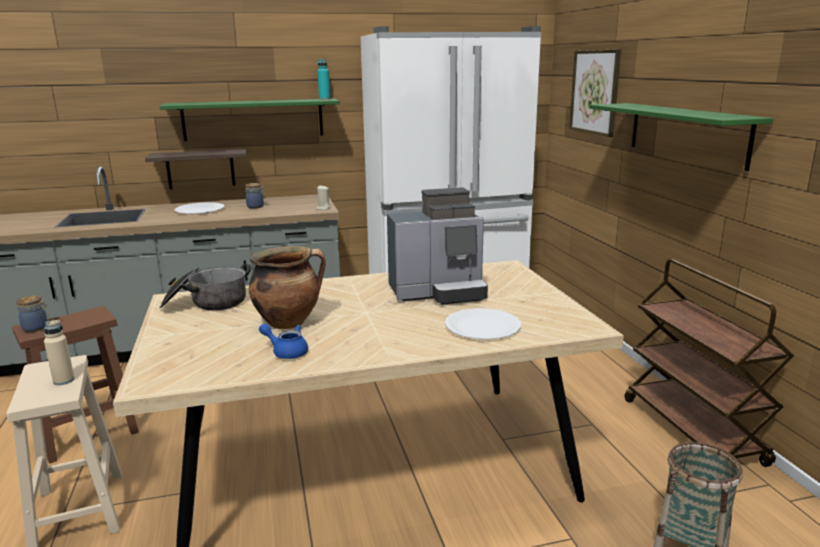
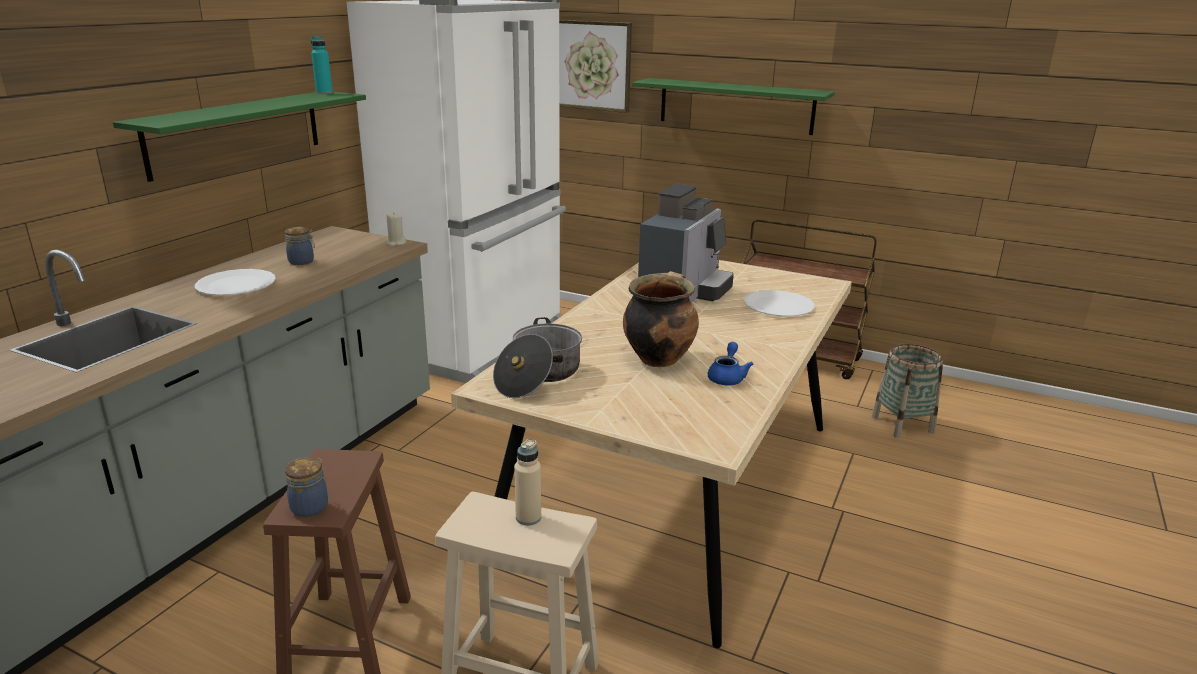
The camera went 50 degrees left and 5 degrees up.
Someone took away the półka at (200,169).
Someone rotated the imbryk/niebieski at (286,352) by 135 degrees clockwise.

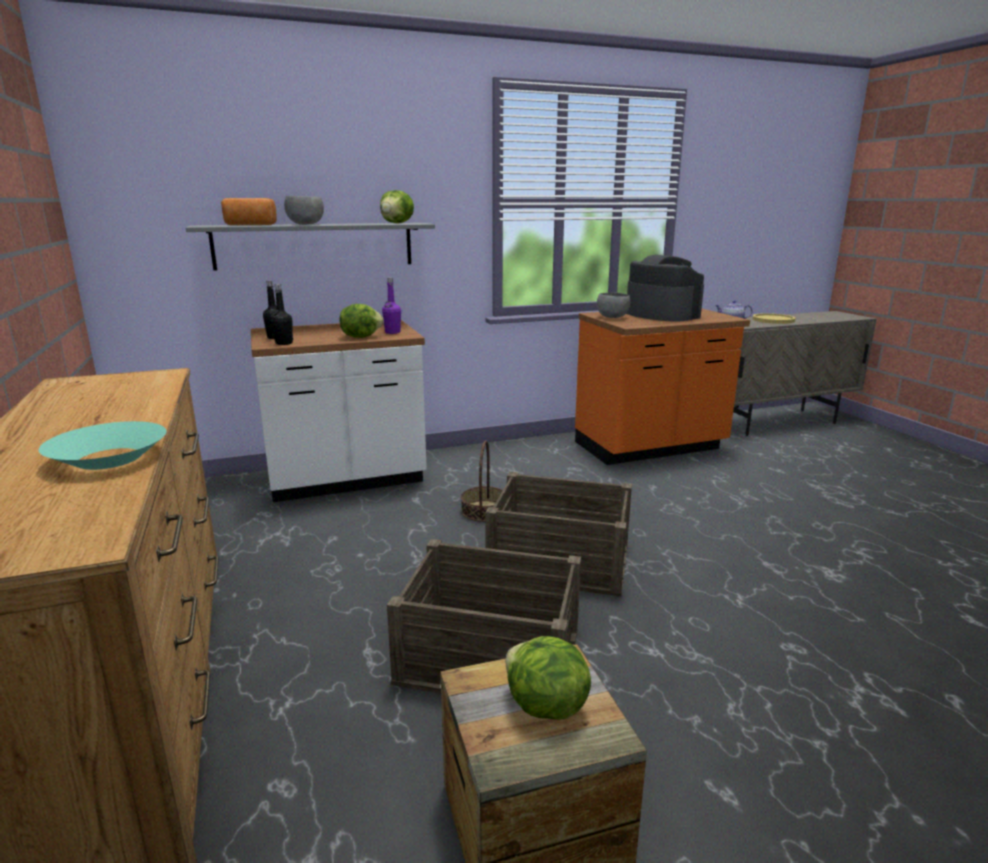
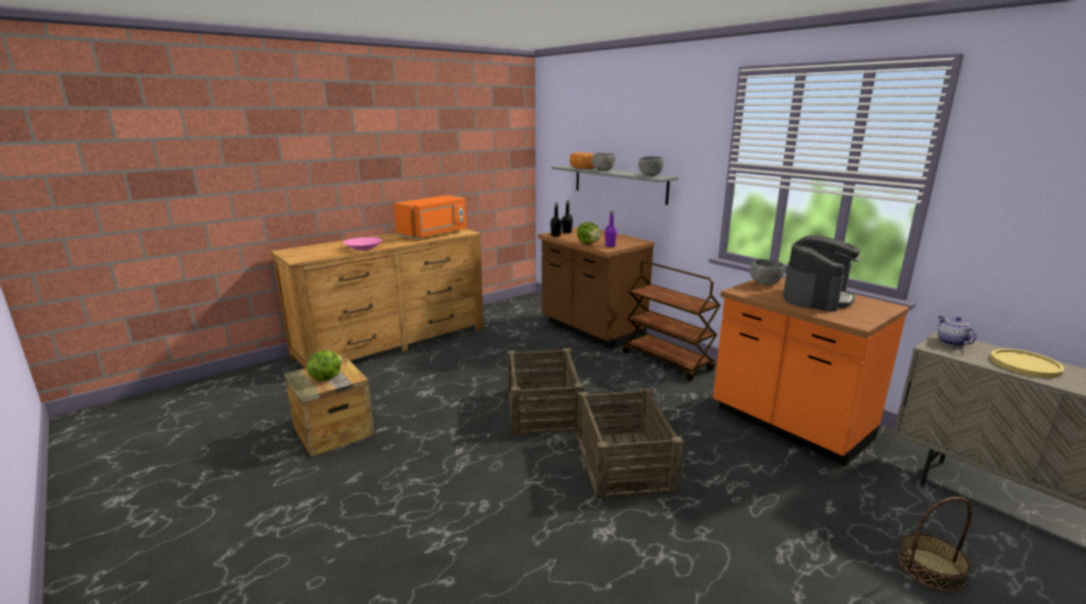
The camera went 70 degrees right and 0 degrees up.
Someone repainted the miska/turkusowy at (109,458), which became the miska/różowy at (363,248).
Someone repainted the zabudowa kuchenna/biały at (346,480), which became the zabudowa kuchenna/brązowy at (591,330).
Someone swapped the sałata at (397,223) for the miska/szary at (651,175).
Someone carried the skrzynka from (489,654) to (624,461).
Someone carried the koszyk from (484,511) to (930,568).
Someone put down the mikrofalówka/pomarańczowy at (434,233).
Someone put down the wózek/brązowy at (667,361).

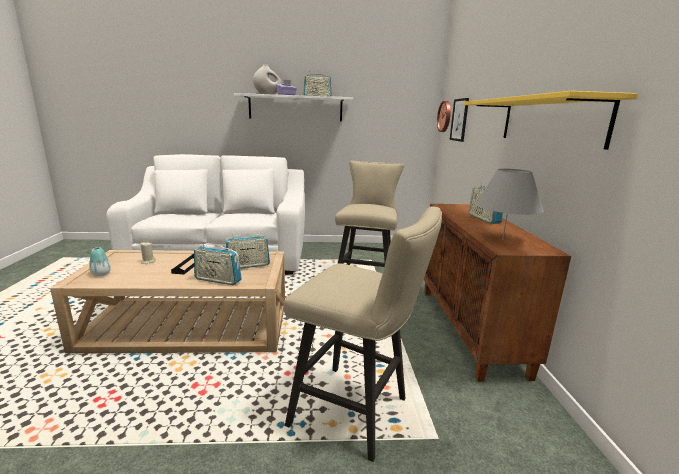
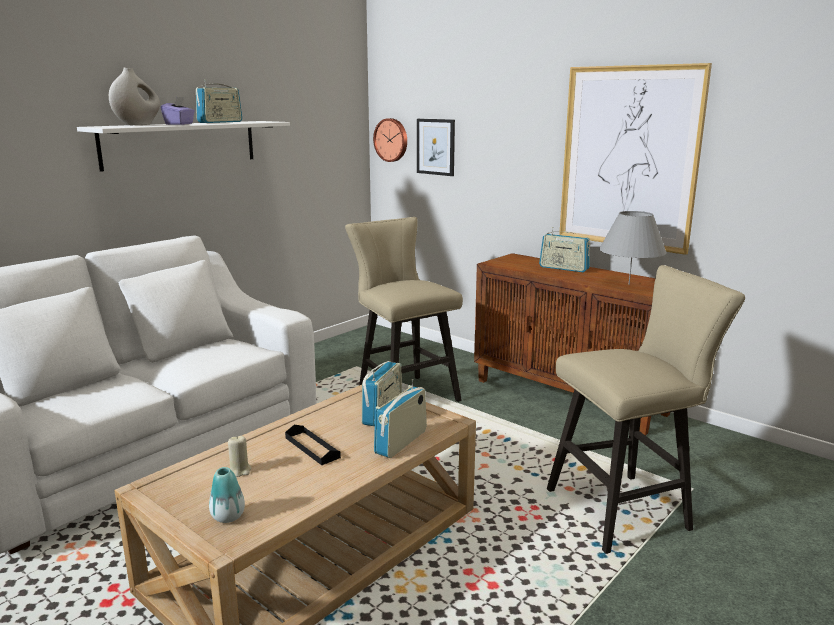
The camera went 45 degrees left and 0 degrees up.
Someone rotated the radio at (218,280) by 150 degrees clockwise.
Someone swapped the półka/żółty at (549,121) for the obraz at (628,158).

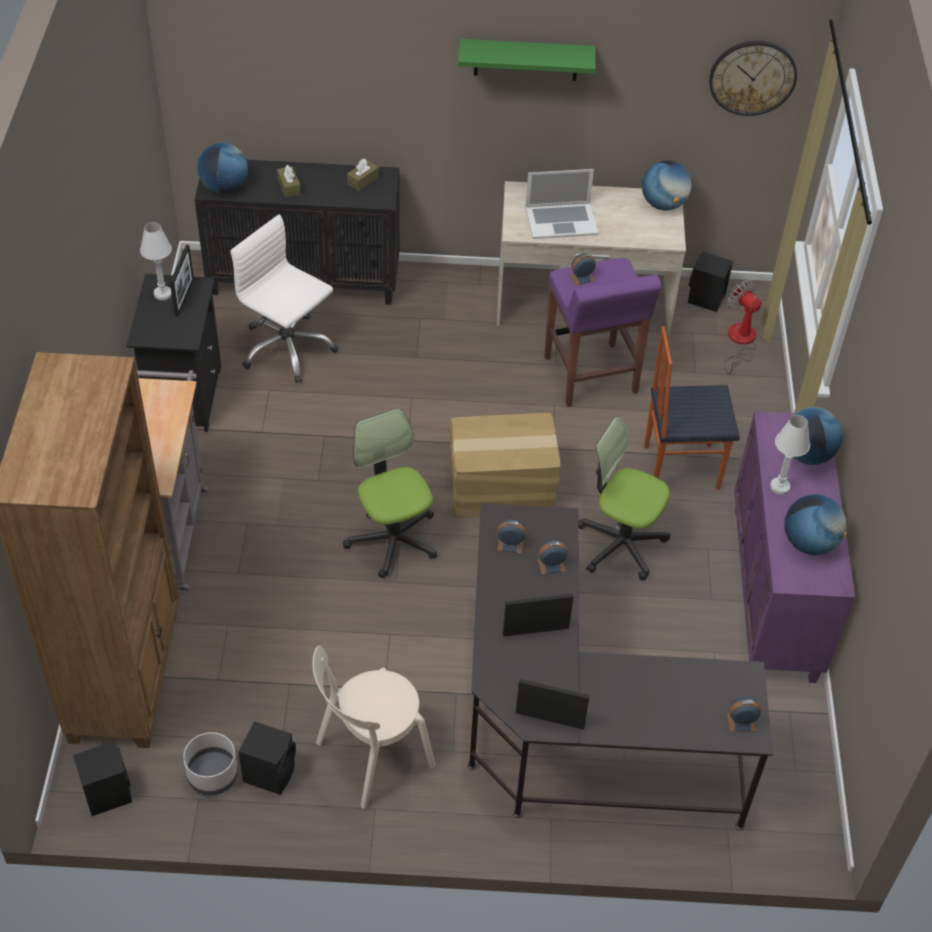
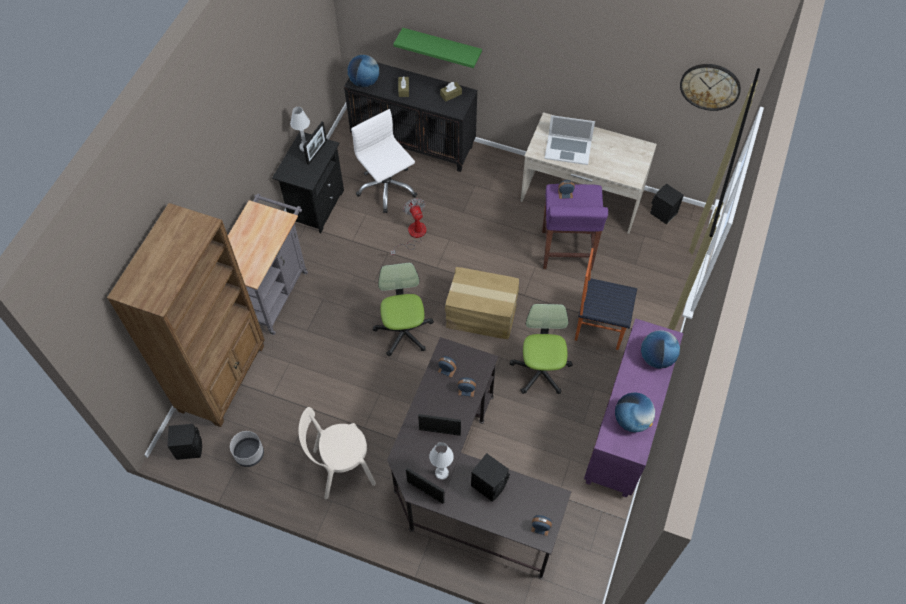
The camera went 20 degrees right and 10 degrees up.
Someone carried the głośnik/czarny from (270,772) to (490,484).
Someone carried the półka/zielony from (526,59) to (442,47).
Someone rotated the krzesło biurowe at (620,544) by 45 degrees clockwise.
Someone took away the globus at (663,204).
Someone carried the wentylator from (740,342) to (413,235).
Someone carried the lampa stołowa/biały from (779,487) to (441,473).

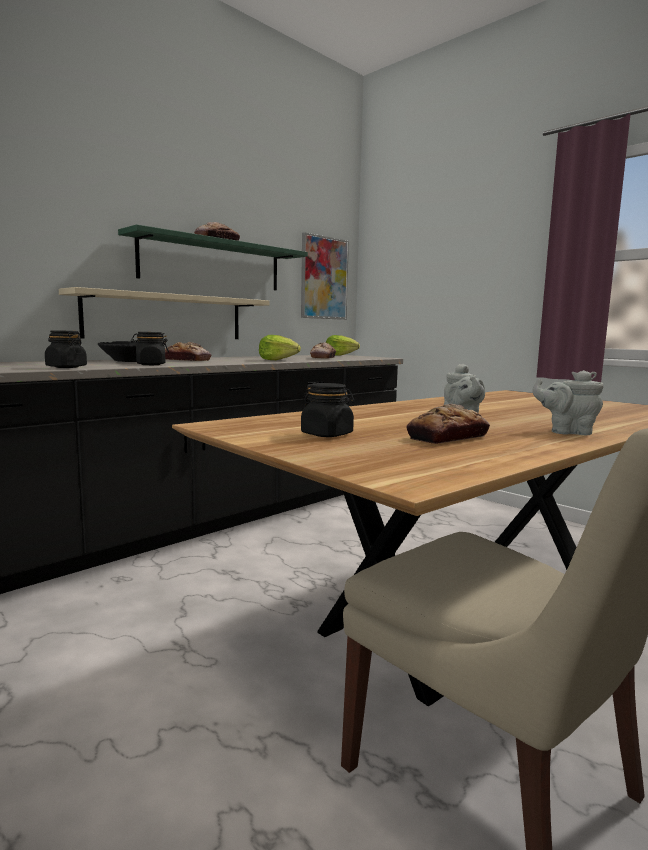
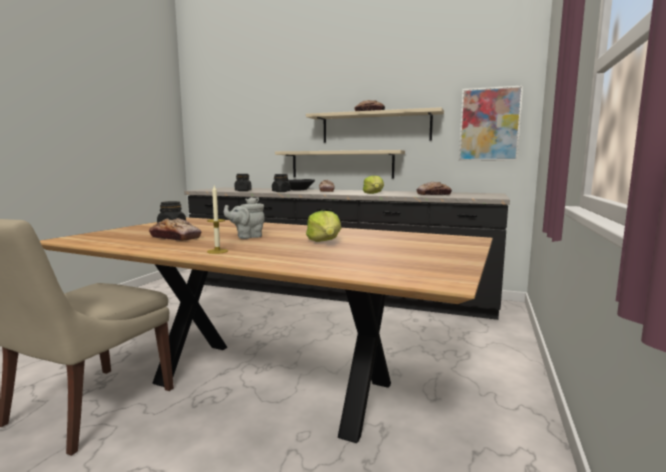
The camera went 65 degrees right and 0 degrees up.
Someone repainted the półka/zielony at (213,264), which became the półka/beżowy at (375,127).
Someone carried the sałata from (340,355) to (325,241).
Someone swapped the imbryk/szary at (567,432) for the świeca at (217,251).

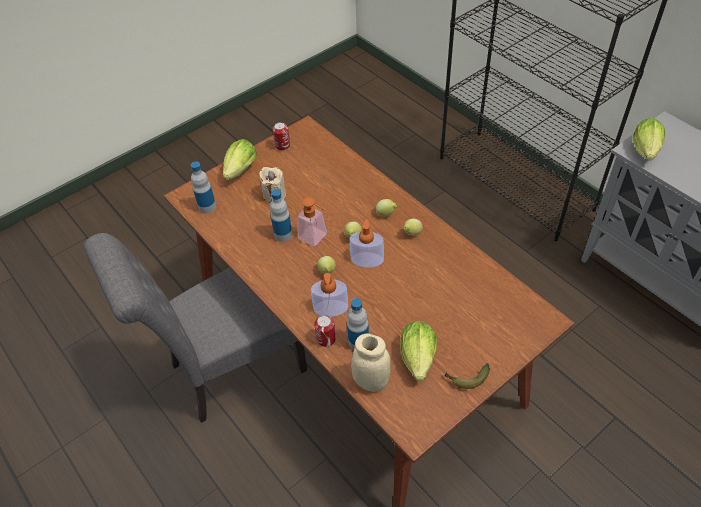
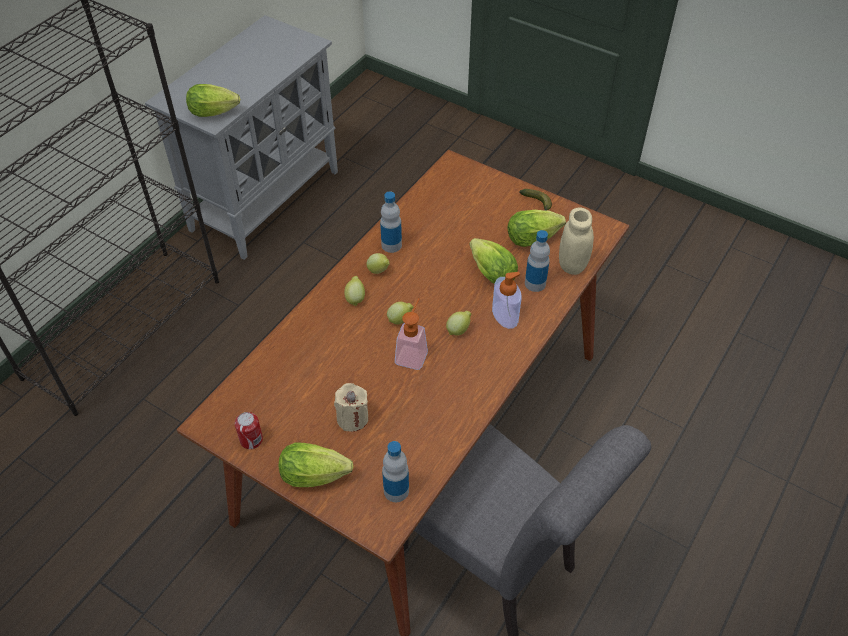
The camera went 110 degrees left and 0 degrees up.
Someone carried the butelka from (283,234) to (391,245).
Someone took away the puszka at (326,339).
Someone took away the dozownik mydła at (367,260).
Someone put down the sałata at (489,272).

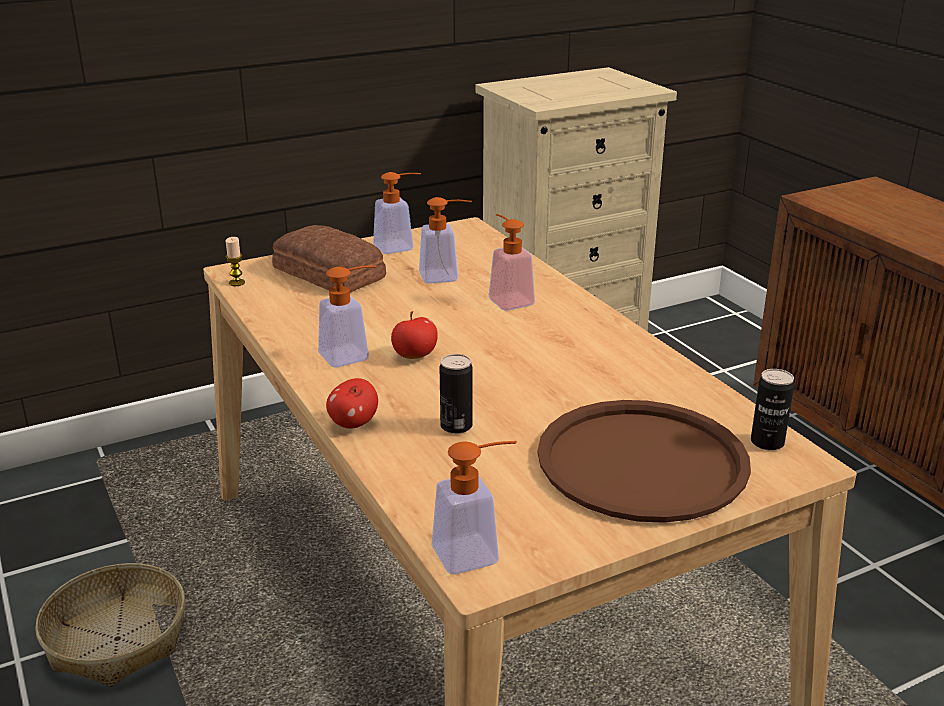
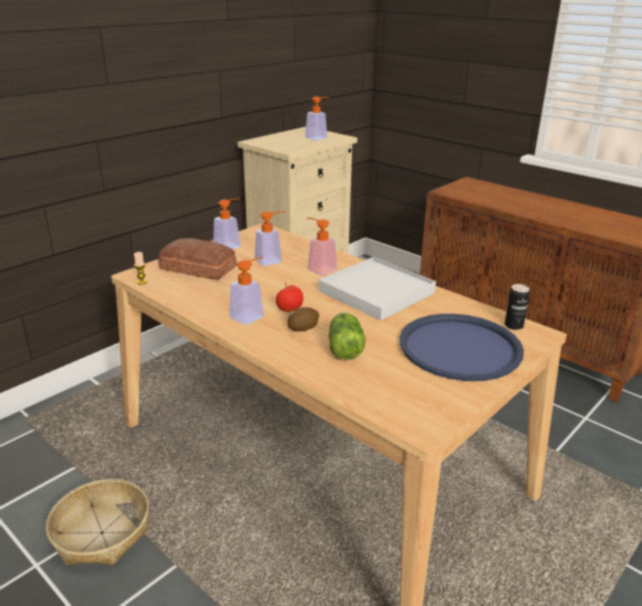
The camera went 20 degrees left and 0 degrees up.
Someone took away the jabłko at (353,423).
Someone carried the dozownik mydła from (476,552) to (319,137).
Someone swapped the puszka at (456,426) for the sałata at (345,347).
Someone repainted the taca/brązowy at (641,462), which became the taca/niebieski at (460,348).
Someone put down the ziemniak at (303,328).
Someone put down the taca/biały at (376,291).

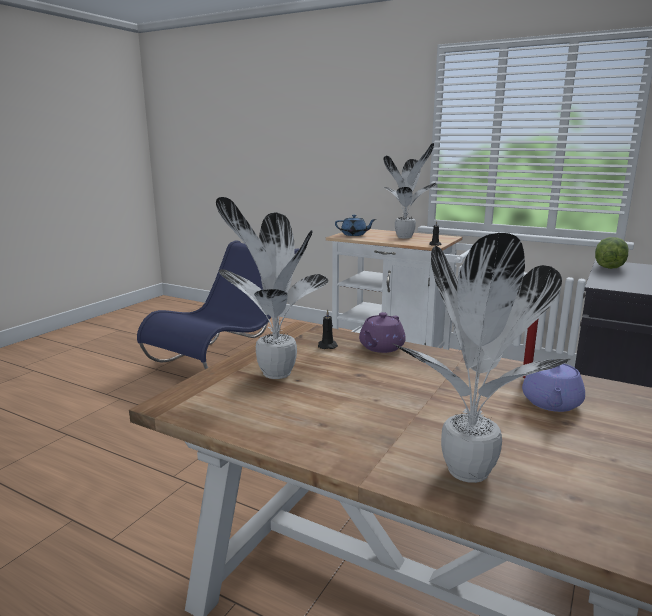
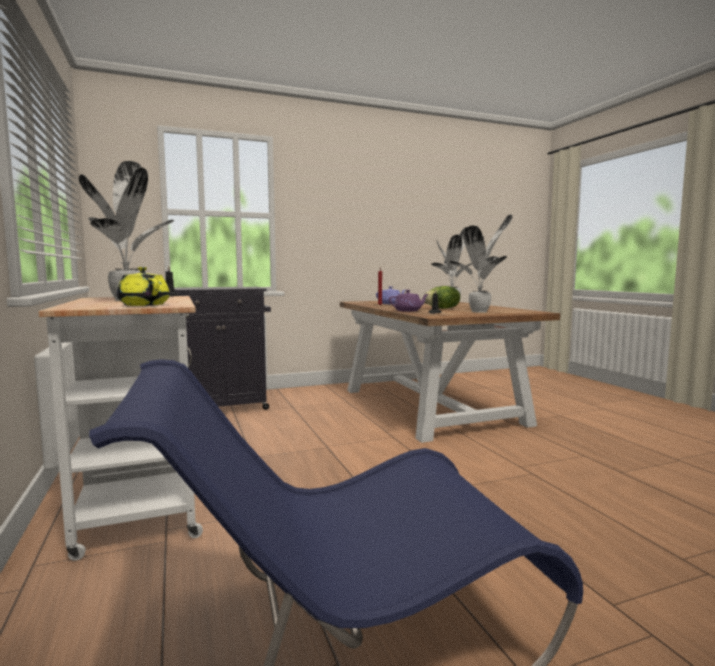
The camera went 140 degrees left and 10 degrees down.
Someone repainted the imbryk/niebieski at (354,235), which became the imbryk/żółty at (144,305).
Someone carried the sałata from (608,267) to (442,308).

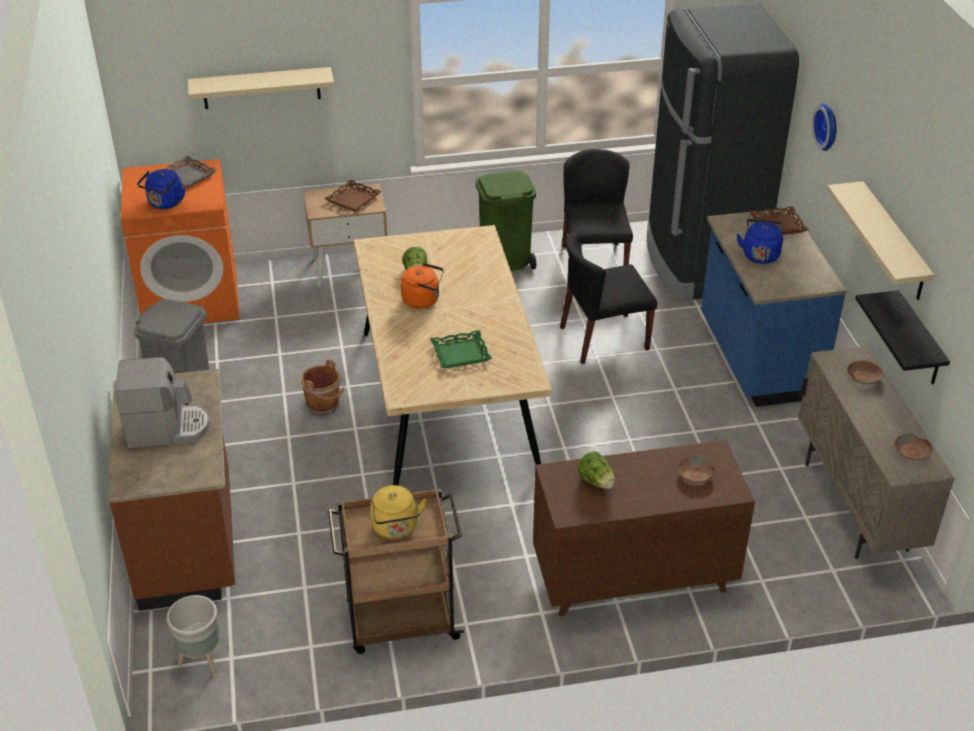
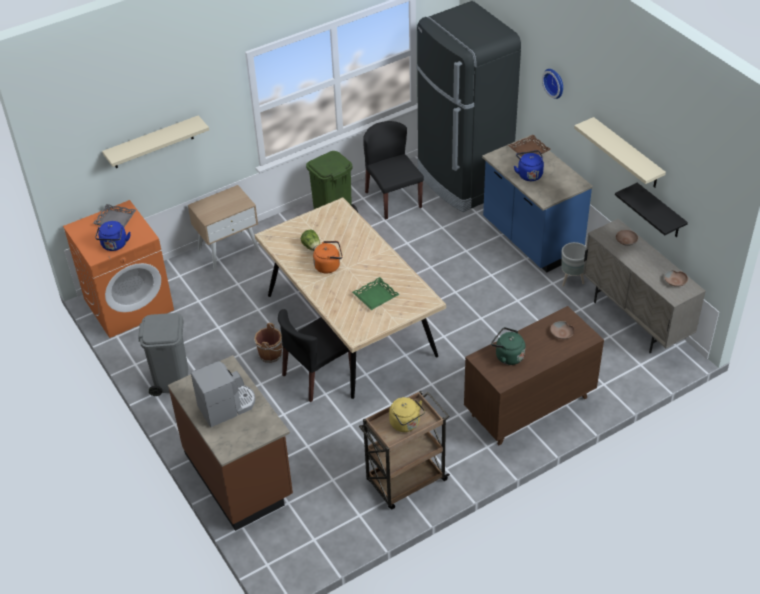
The camera went 20 degrees left and 5 degrees up.
Someone carried the donica/szary from (201,662) to (572,281).
Someone took away the taca/brązowy at (353,200).
Someone carried the krzesło/czarny from (603,339) to (318,375).
Someone swapped the sałata at (596,481) for the czajnik/zielony at (507,356).

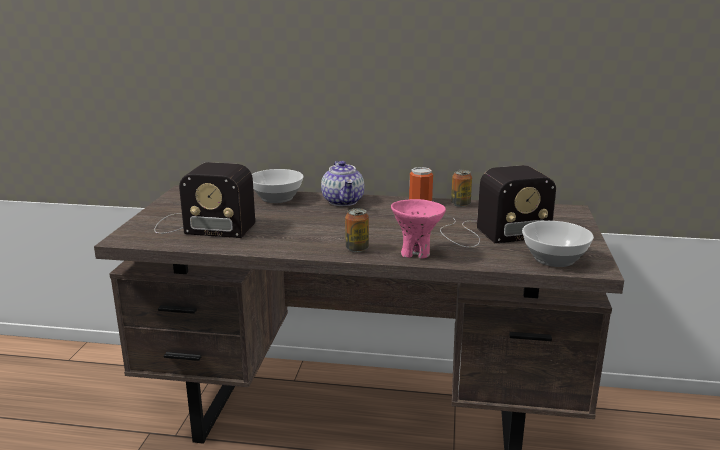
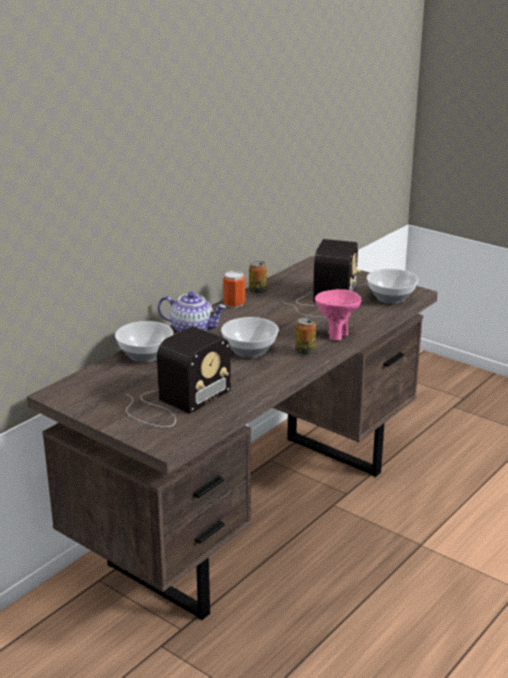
The camera went 60 degrees left and 5 degrees up.
Someone put down the miska at (248,350).

